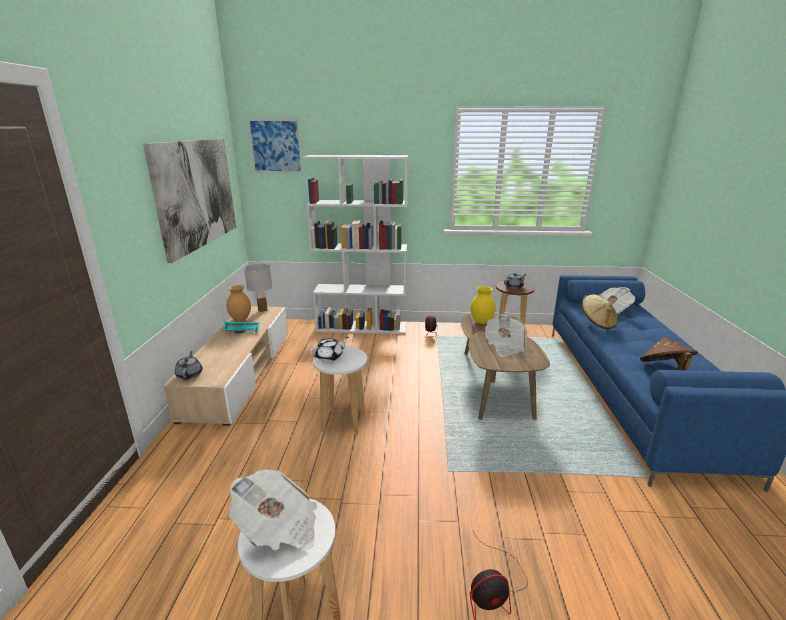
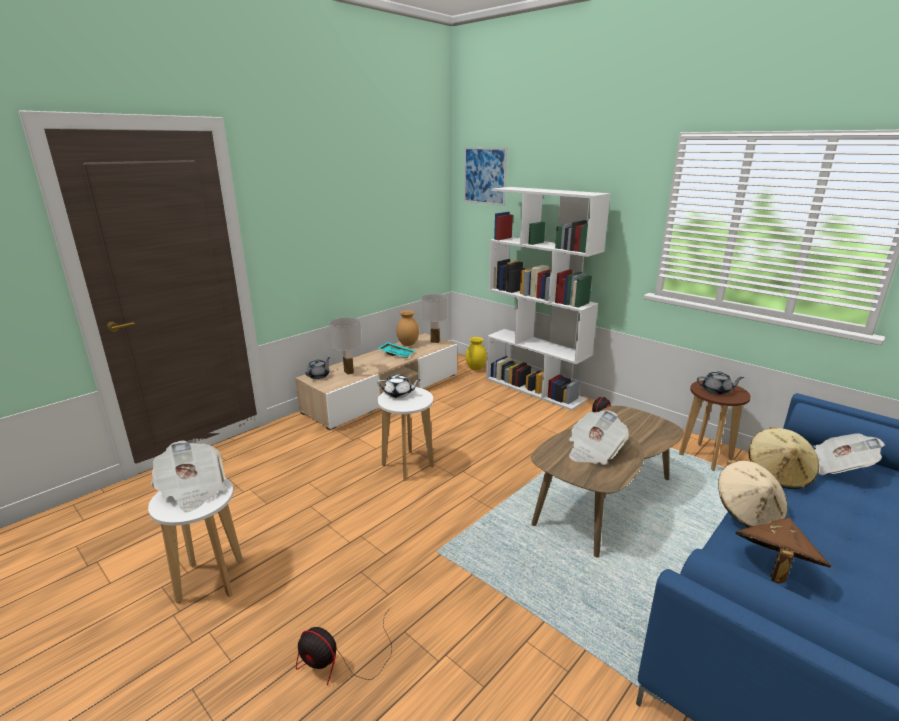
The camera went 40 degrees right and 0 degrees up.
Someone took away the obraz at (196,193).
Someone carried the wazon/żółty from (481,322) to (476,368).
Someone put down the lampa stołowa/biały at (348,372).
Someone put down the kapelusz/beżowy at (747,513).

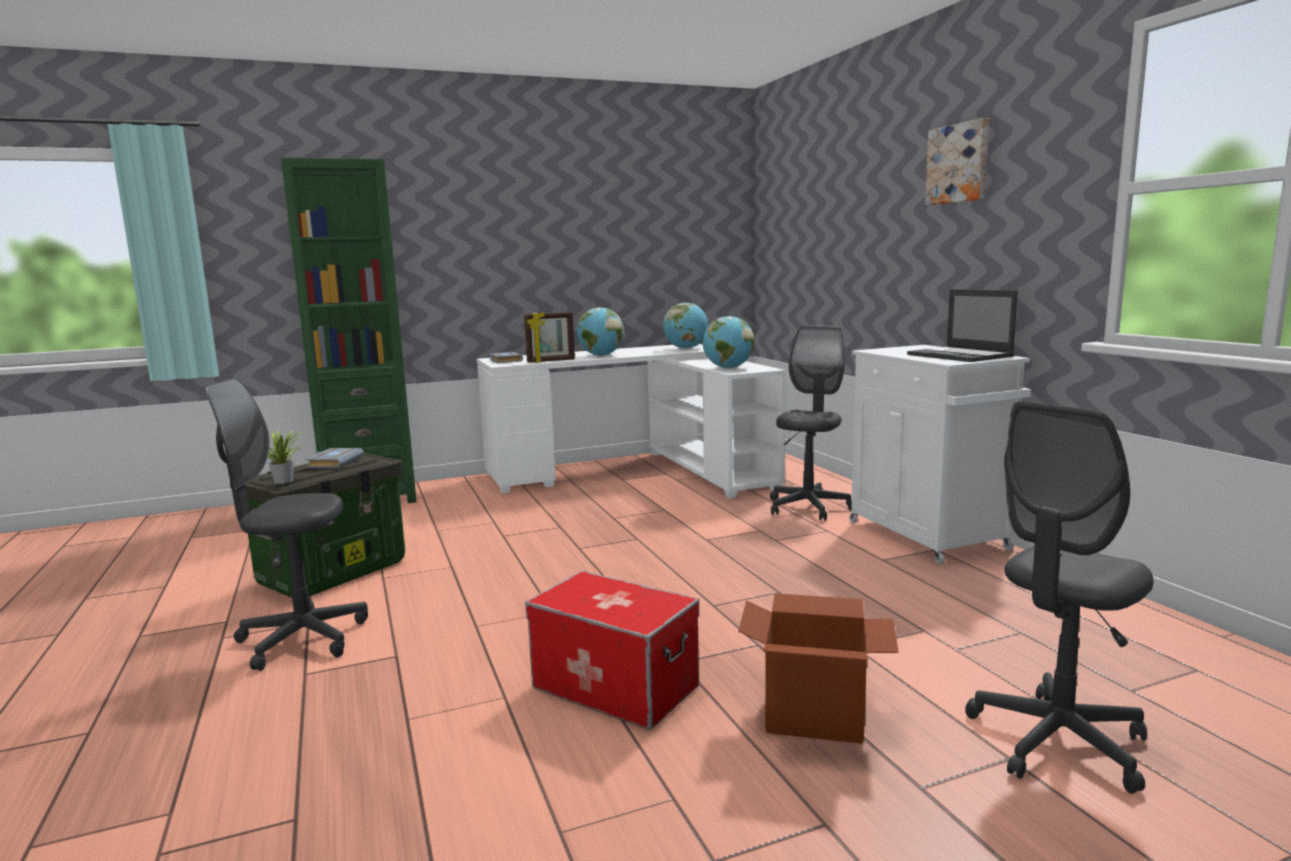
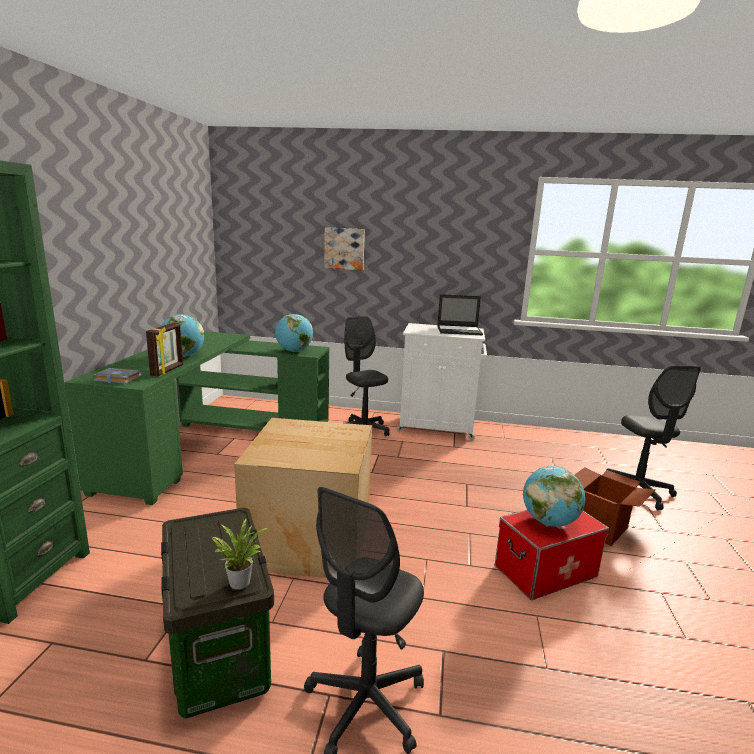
The camera went 60 degrees left and 5 degrees up.
Someone took away the książka/szary at (334,462).
Someone repainted the biurko/biały at (639,471), which became the biurko/zielony at (211,443).
Someone carried the globus from (686,348) to (549,521).
Someone carried the obraz from (959,164) to (344,248).
Someone put down the karton at (308,538).

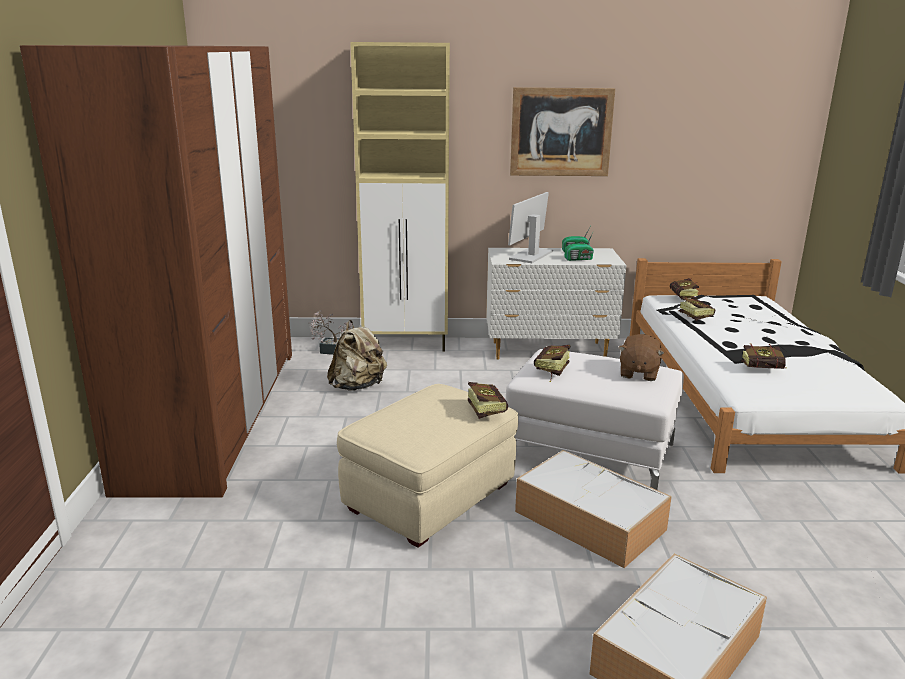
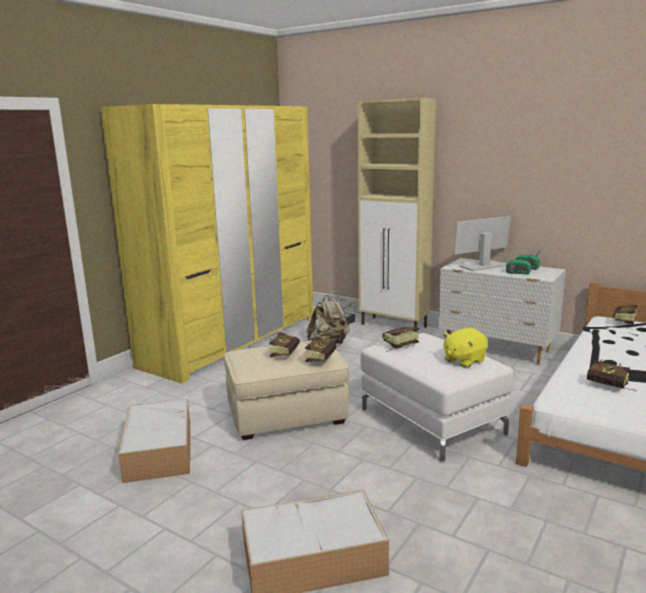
The camera went 35 degrees right and 5 degrees down.
Someone repainted the szafa/brązowy at (217,412), which became the szafa/żółty at (233,340).
Someone took away the obraz at (561,132).
Someone carried the pojemnik do przechowywania from (587,520) to (158,450).
Someone repainted the pluszak/brązowy at (638,373), which became the pluszak/żółty at (463,360).
Someone carried the książka from (693,316) to (286,353).

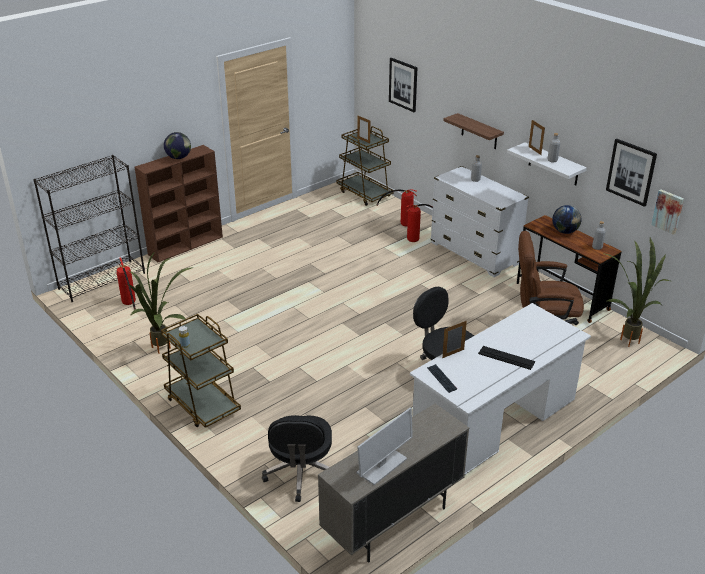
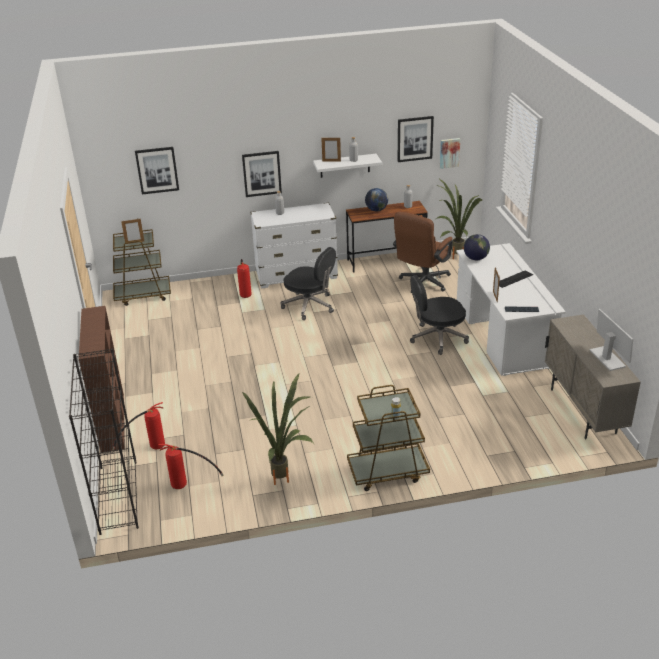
The camera went 60 degrees left and 0 degrees up.
Someone carried the globus from (179,158) to (476,258).
Someone carried the krzesło biurowe/czarny from (301,473) to (310,306).
Someone carried the gaśnica from (400,222) to (149,448).
Someone swapped the półka at (479,132) for the obraz at (261,173).

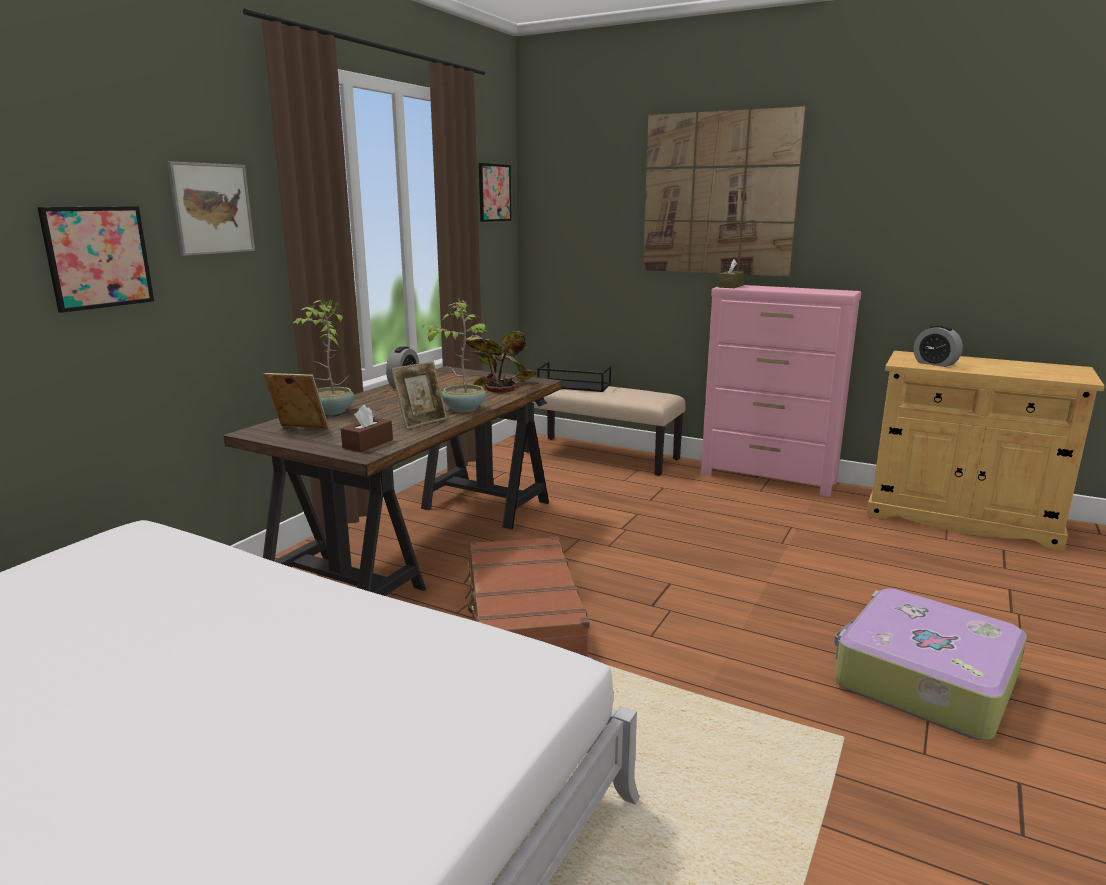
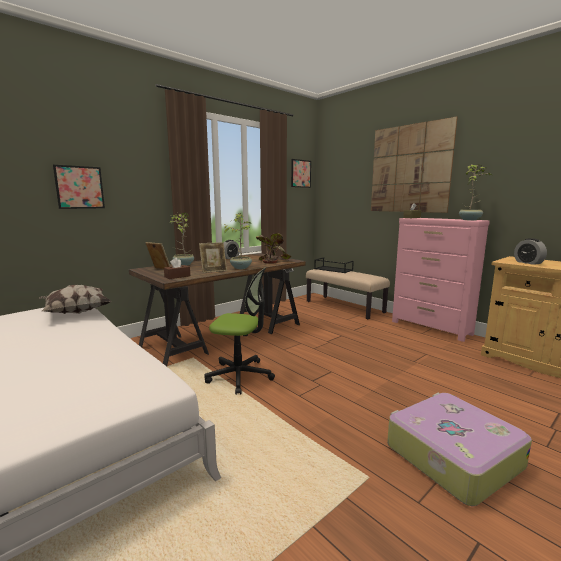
The camera went 20 degrees right and 5 degrees down.
Someone took away the obraz at (212,208).
Someone swapped the walizka/brązowy at (522,620) for the krzesło biurowe at (240,376).
Someone put down the poduszka at (76,312).
Someone put down the roślina doniczkowa at (470,220).

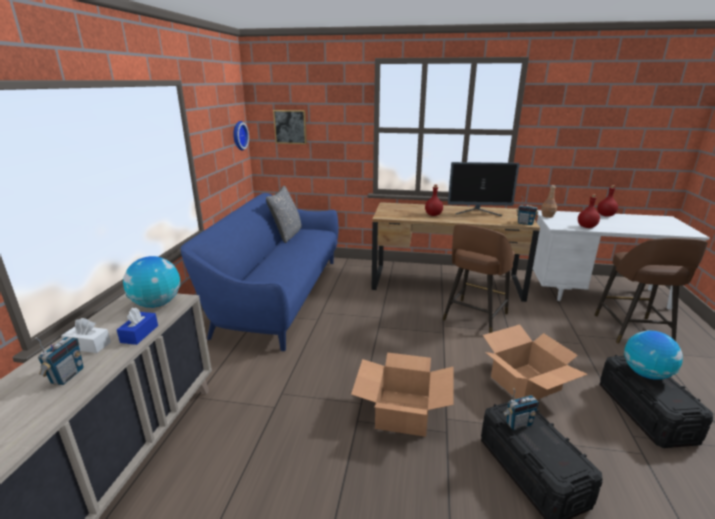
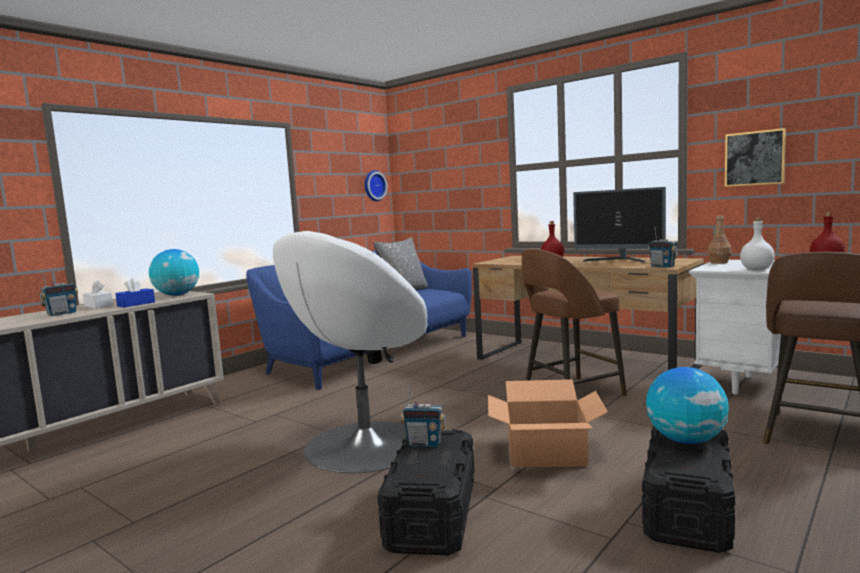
The camera went 30 degrees right and 15 degrees down.
Someone carried the obraz from (290,127) to (754,158).
Someone swapped the karton at (402,412) for the fotel/biały at (363,445).
Someone repainted the butelka/czerwony at (587,227), which became the butelka/biały at (757,269).

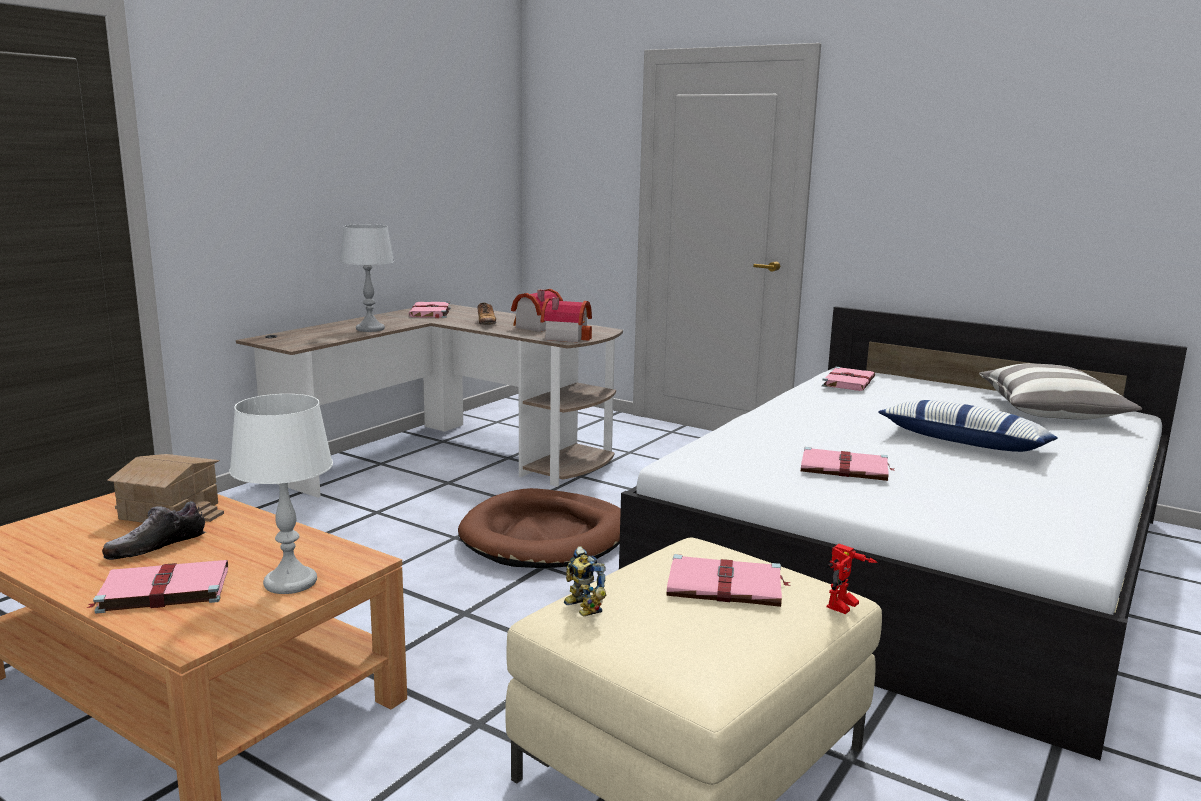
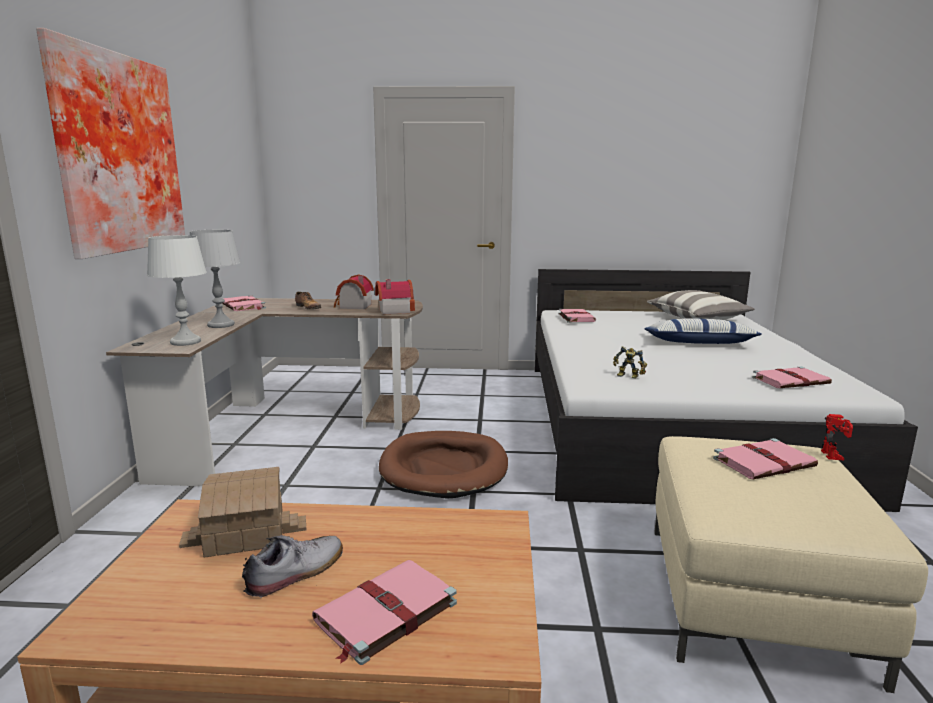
The camera went 30 degrees left and 0 degrees up.
Someone rotated the but at (155,547) by 150 degrees counterclockwise.
Someone carried the lampa stołowa/biały from (291,582) to (186,342).
Someone carried the robot zabawkowy from (580,608) to (628,376).
Someone carried the książka/różowy from (846,469) to (791,381).
Someone put up the obraz at (114,153).

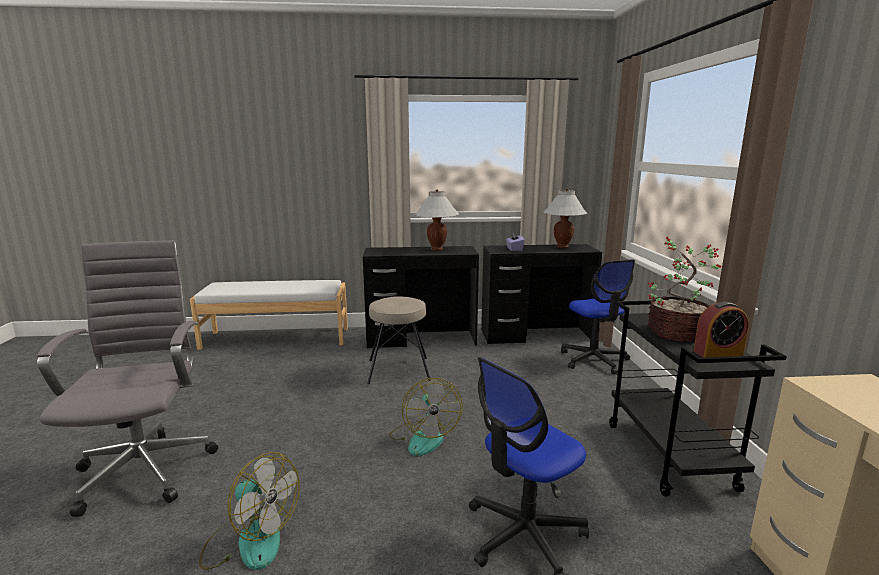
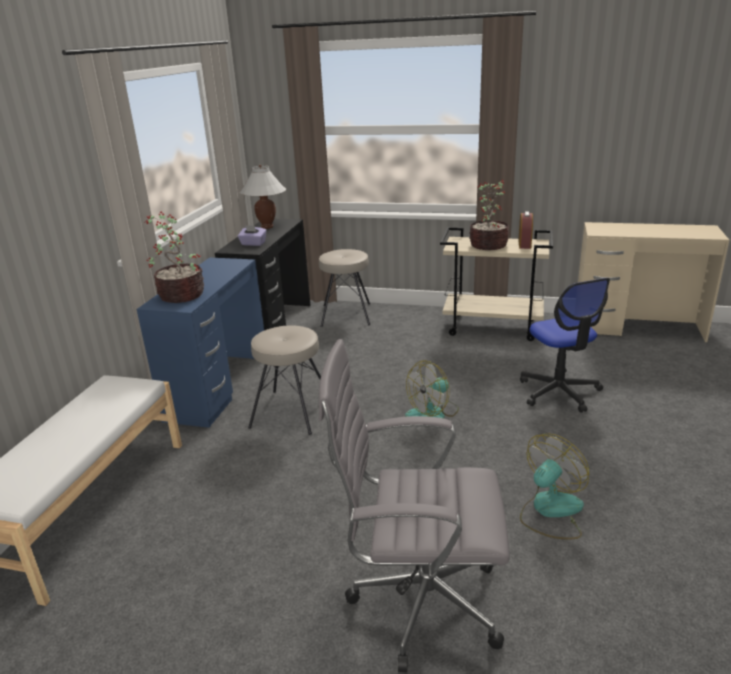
The camera went 70 degrees left and 10 degrees up.
Someone repainted the biurko/czarny at (421,339), which became the biurko/niebieski at (218,387).
Someone rotated the wentylator at (423,437) by 135 degrees clockwise.
Someone took away the lampa stołowa/biały at (437,249).
Someone swapped the krzesło biurowe at (594,360) for the stołek/beżowy at (346,314).
Someone repainted the wózek/czarny at (670,456), which became the wózek/beżowy at (493,327).
Someone put down the roślina doniczkowa at (180,295).

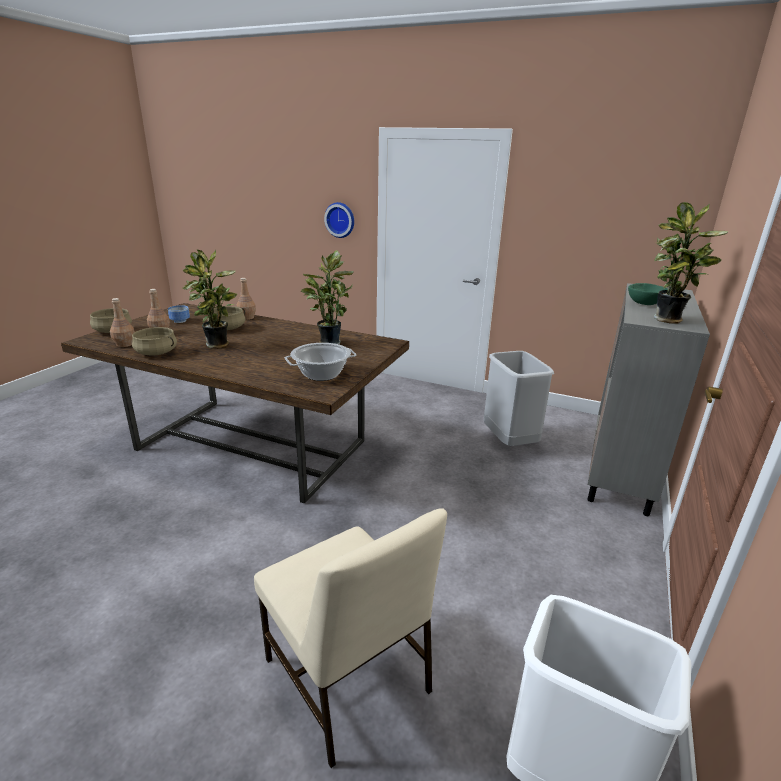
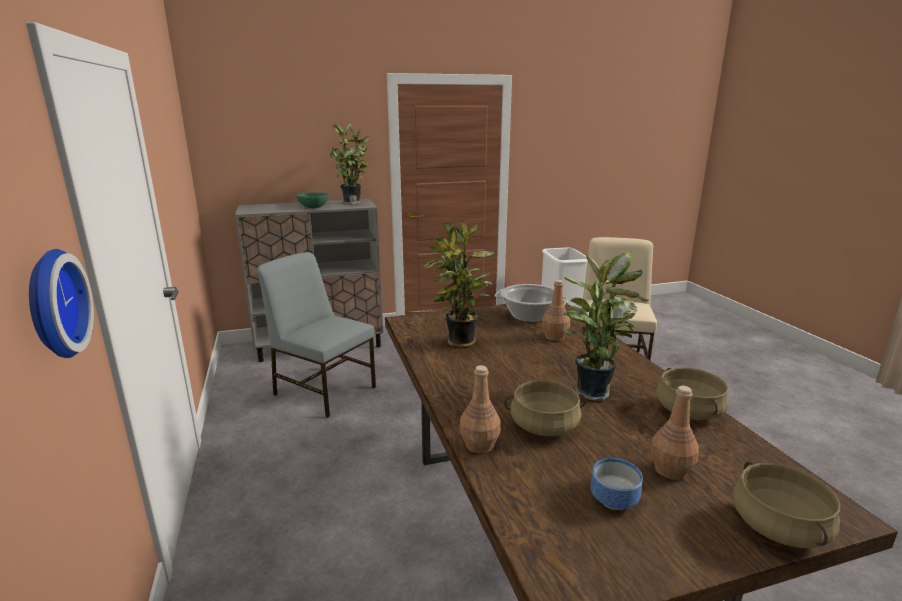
The camera went 130 degrees left and 5 degrees down.
Someone carried the butelka/brązowy from (125,344) to (554,337).
Someone swapped the kosz na śmieci/szary at (510,442) for the krzesło/szary at (324,390).

